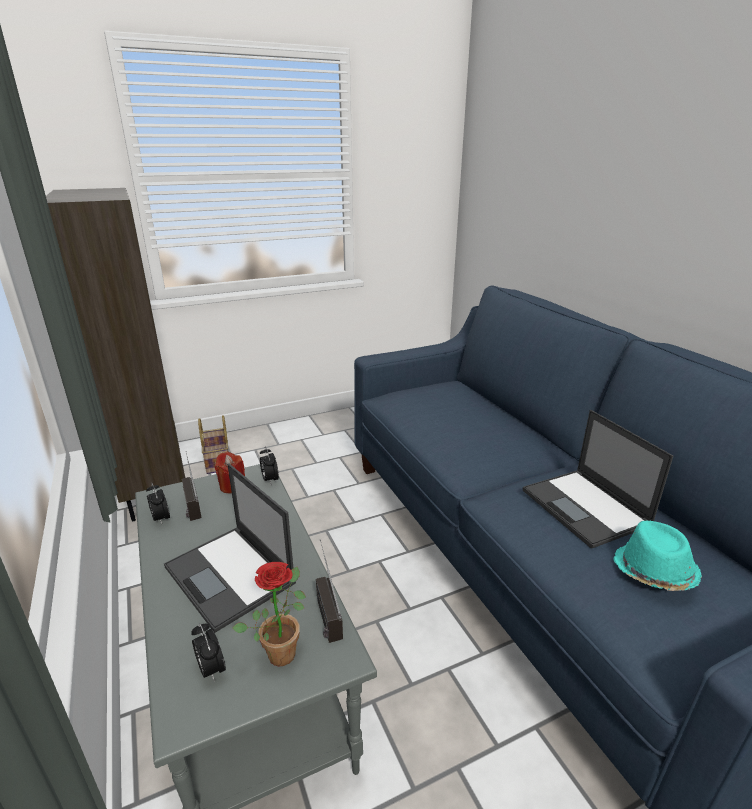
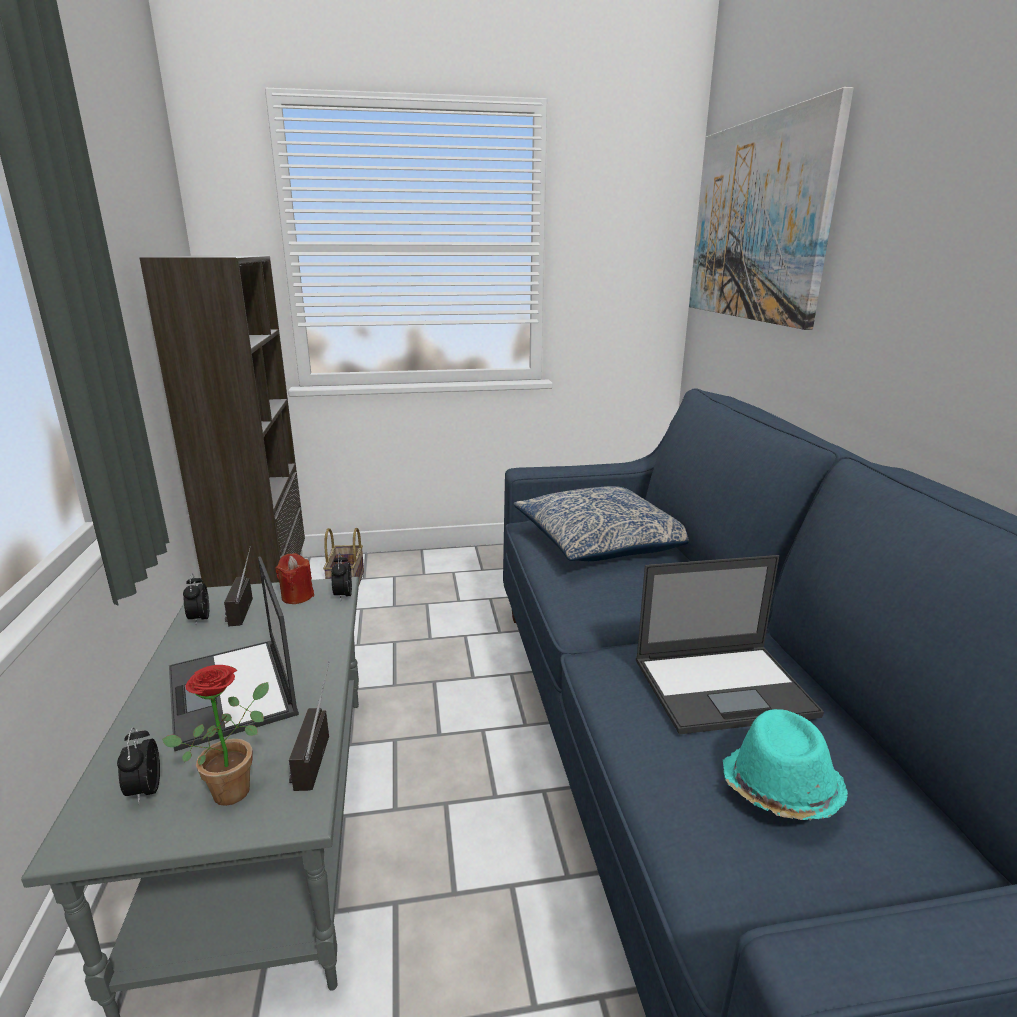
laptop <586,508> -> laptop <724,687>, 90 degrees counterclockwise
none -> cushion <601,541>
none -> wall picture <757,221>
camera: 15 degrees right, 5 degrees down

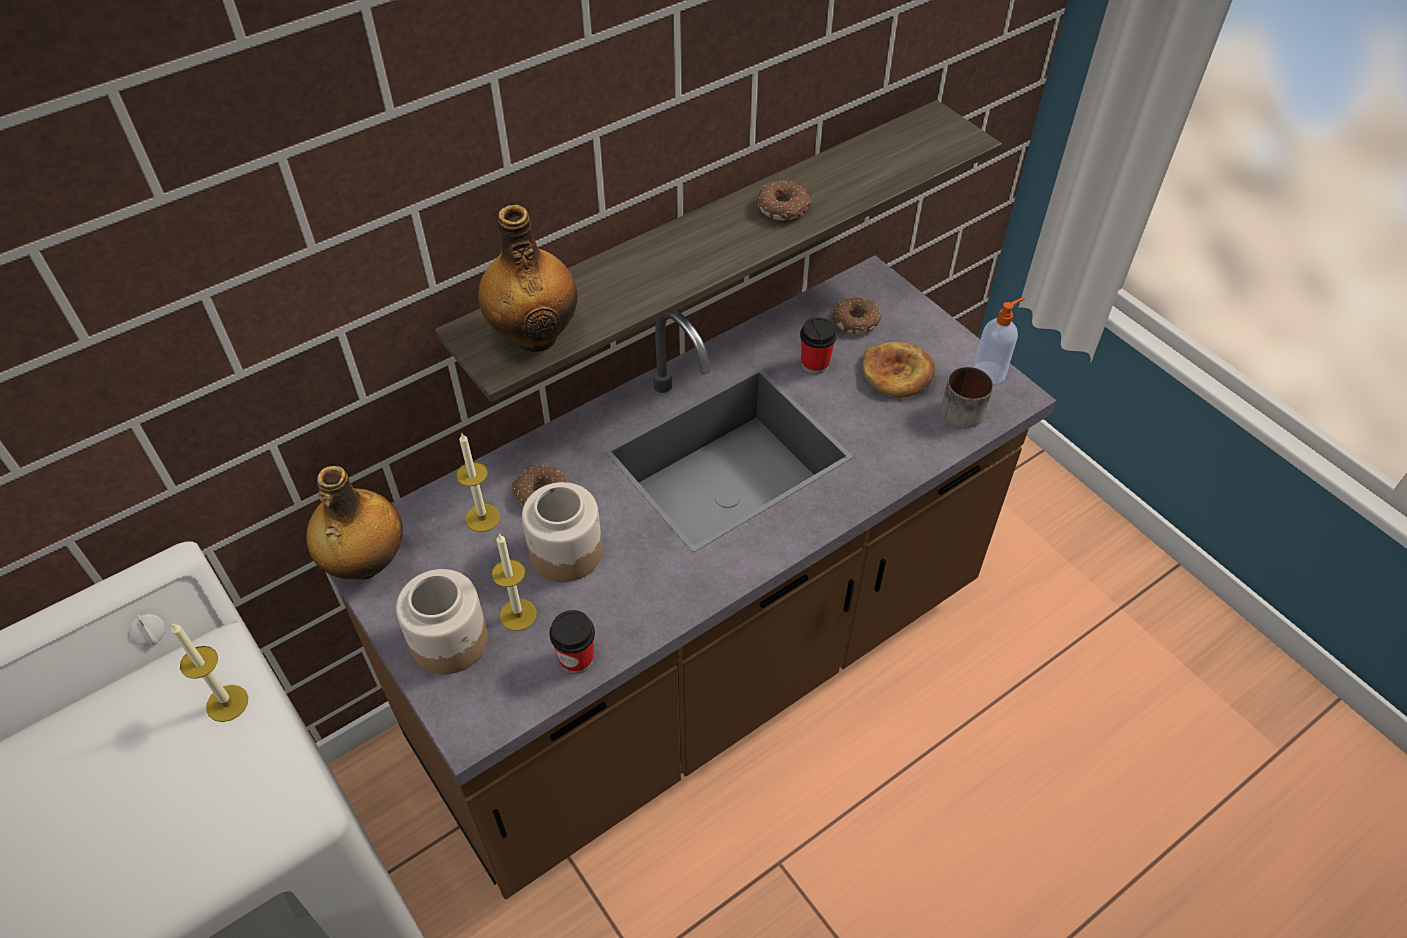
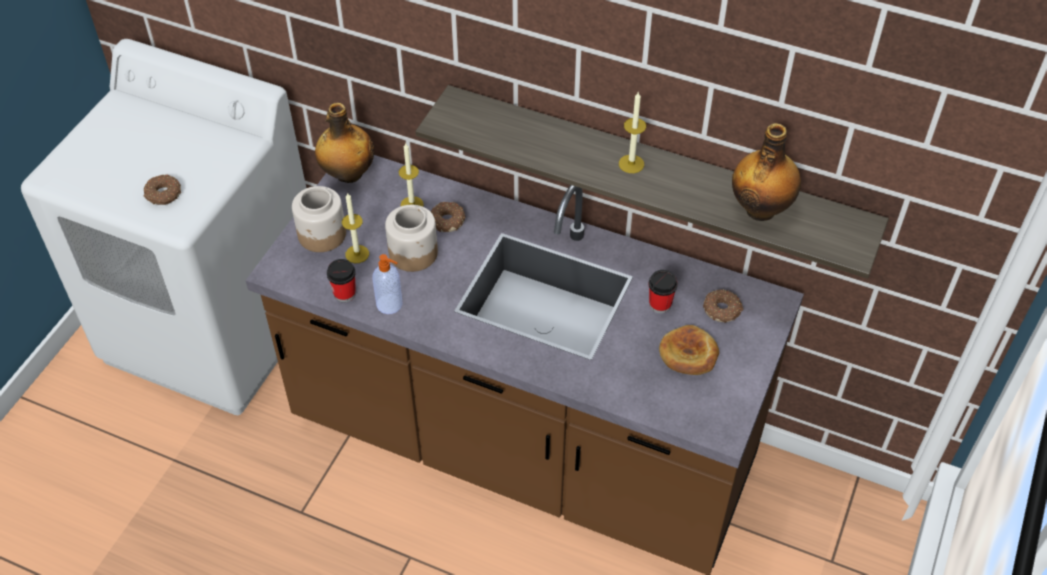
wax candle <227,703> -> wax candle <631,164>, relocated
bottle <535,335> -> bottle <761,208>, relocated
doughnut <783,208> -> doughnut <163,195>, relocated
tea mug <959,407> -> none
soap bottle <990,372> -> soap bottle <390,304>, relocated
camera: 60 degrees right, 0 degrees up

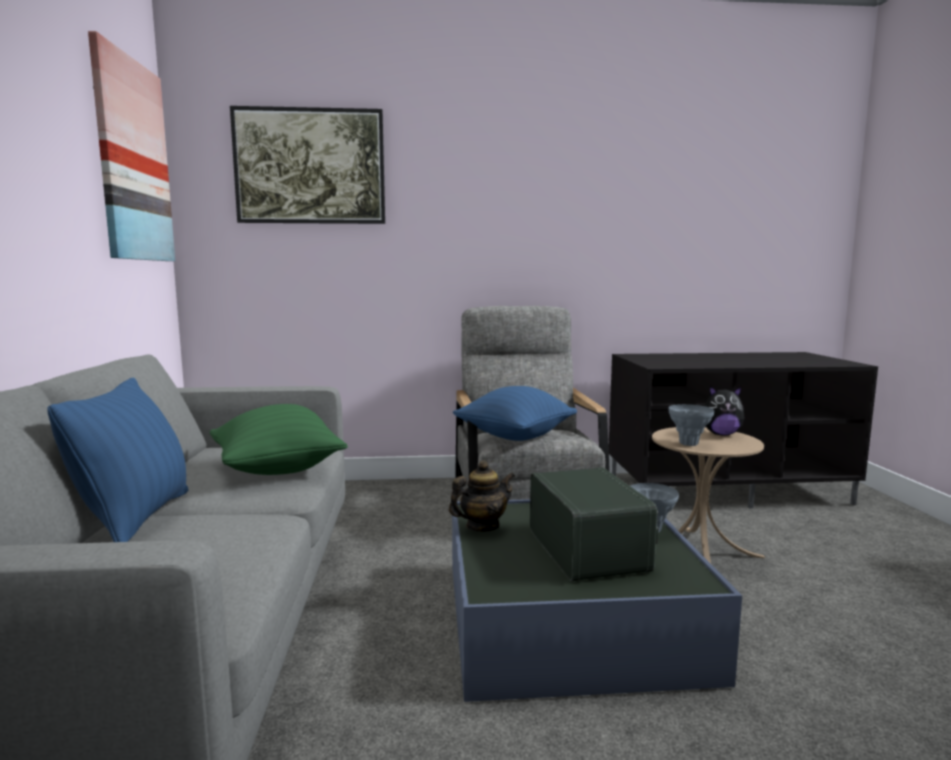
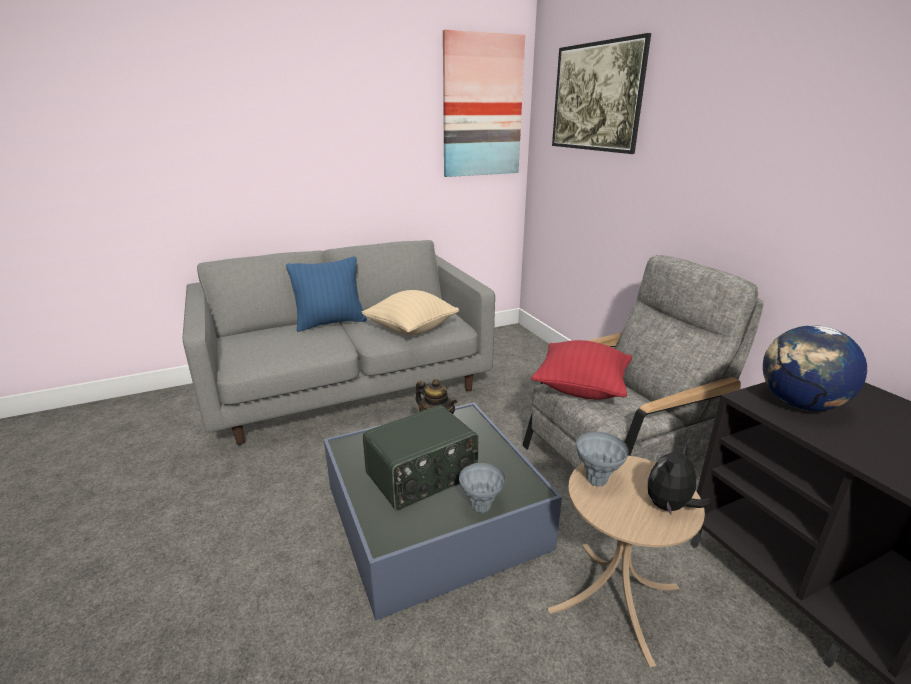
cushion/greenish <277,470> -> cushion/beige <411,329>
cushion/blue <515,436> -> cushion/red-coloured <581,388>
soft toy <721,434> -> soft toy <670,506>, 60 degrees clockwise
none -> world globe <800,404>
camera: 70 degrees right, 15 degrees up

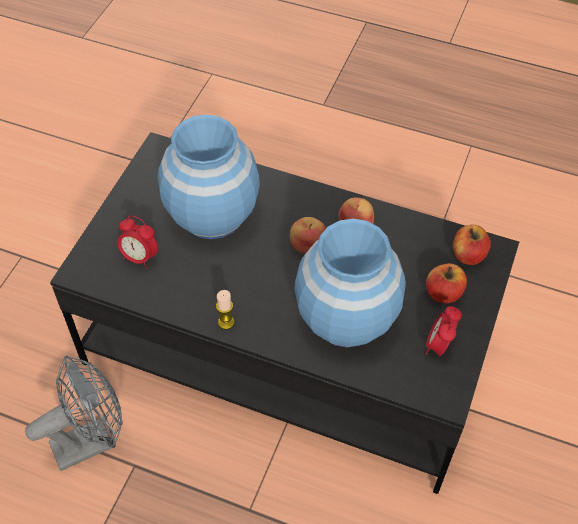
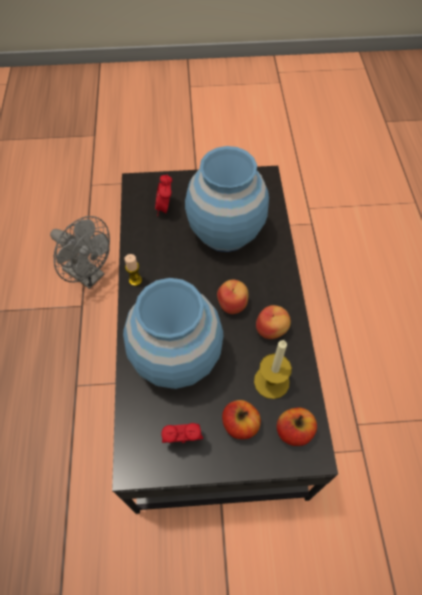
none -> wax candle <271,381>
camera: 65 degrees right, 5 degrees up

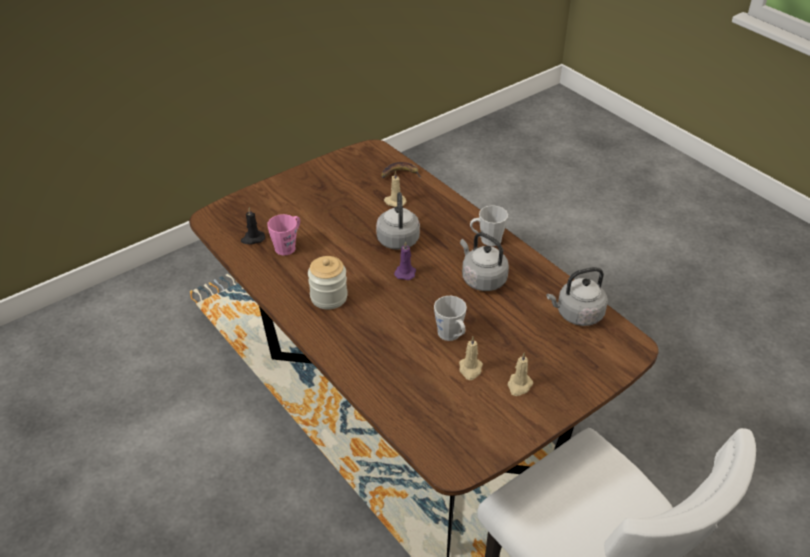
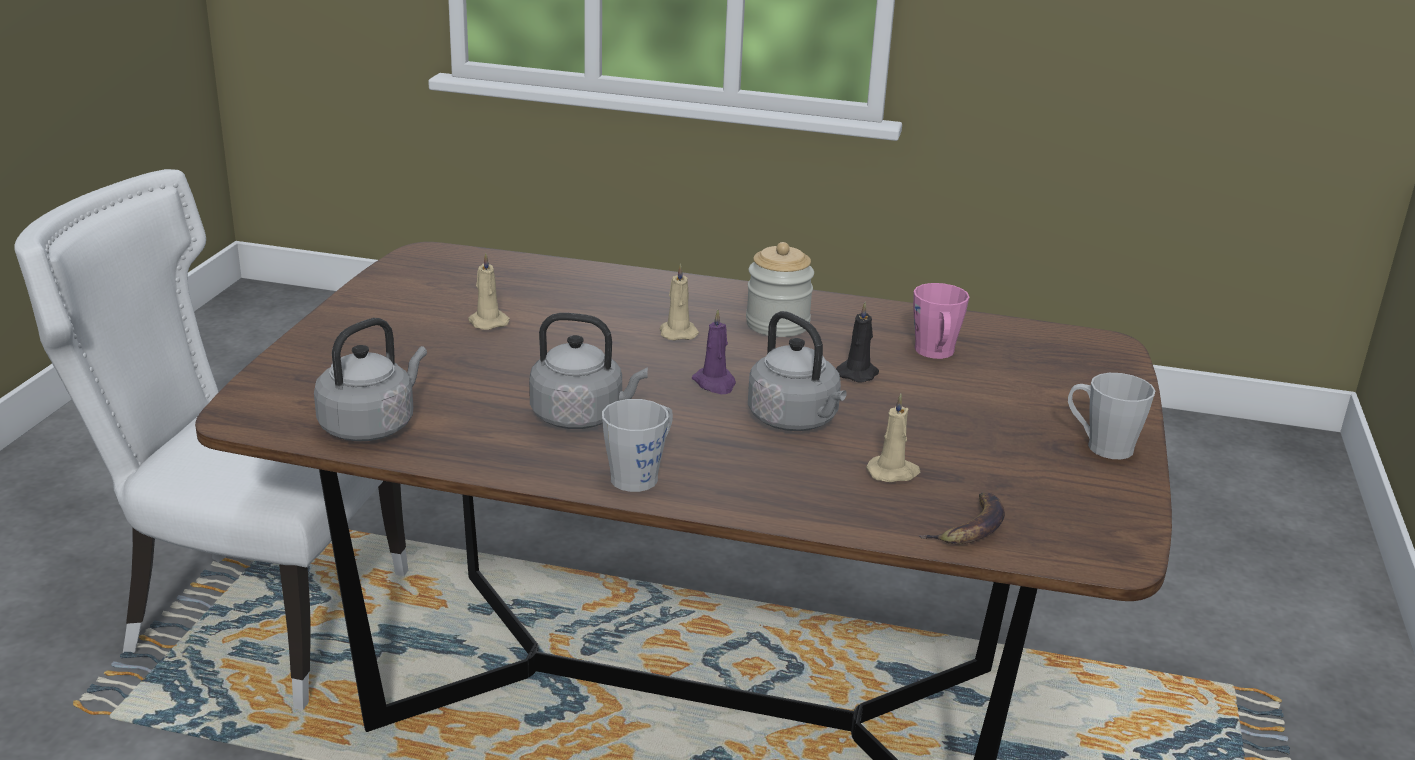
wax candle/blackish <252,239> -> wax candle/blackish <858,373>, relocated
tea mug/gray <451,335> -> tea mug/gray <1101,446>, relocated
wax candle/beige <519,385> -> wax candle/beige <677,332>, relocated
camera: 140 degrees right, 15 degrees down

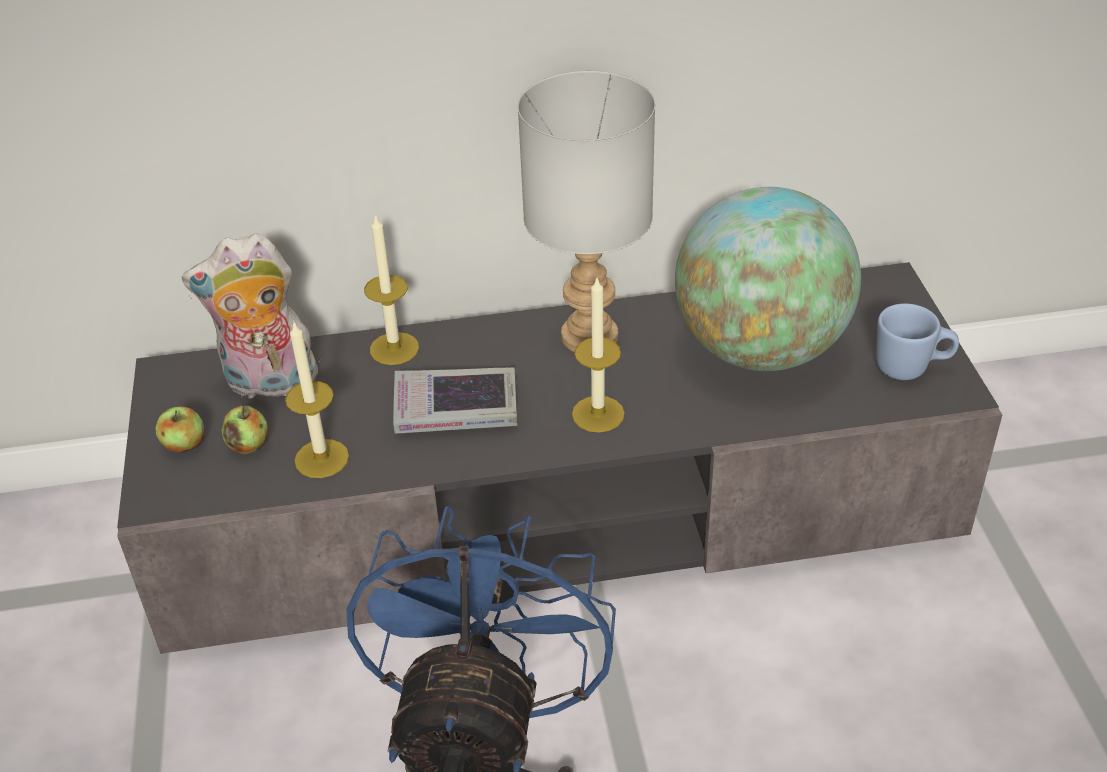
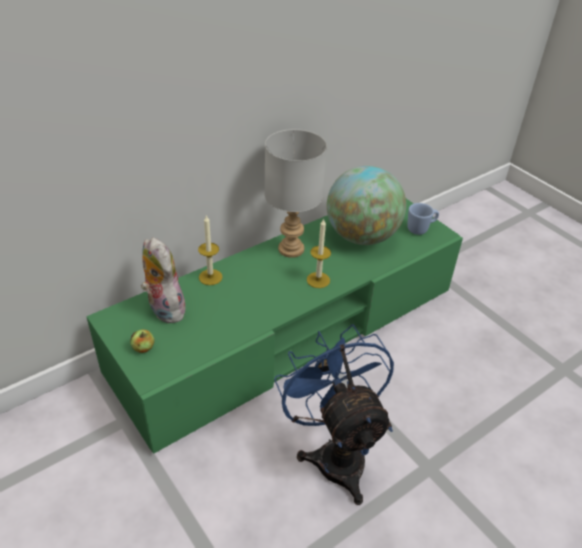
tv stand/gray <558,511> -> tv stand/greenish <288,331>
soft toy <269,384> -> soft toy <163,309>, 90 degrees clockwise
apple <248,445> -> none
wax candle <321,458> -> none
bound book <456,409> -> none
camera: 30 degrees left, 0 degrees up

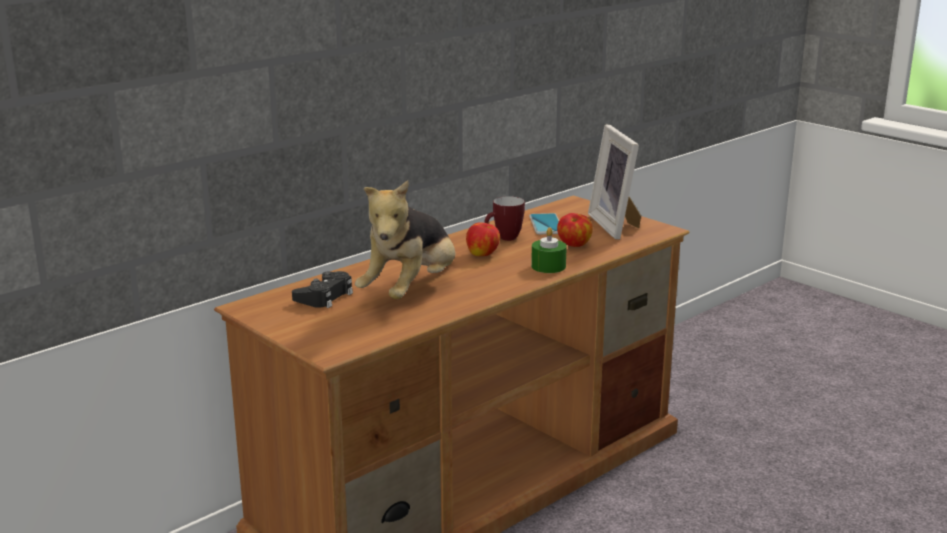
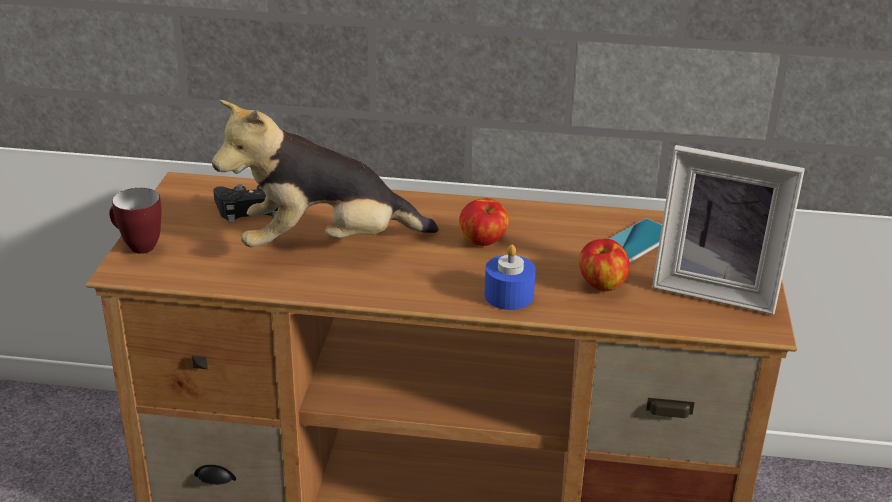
tea mug <504,239> -> tea mug <137,246>, relocated
wax candle/greenish <548,266> -> wax candle/blue <509,295>
picture frame <617,225> -> picture frame <716,288>, 105 degrees counterclockwise
camera: 50 degrees right, 10 degrees up

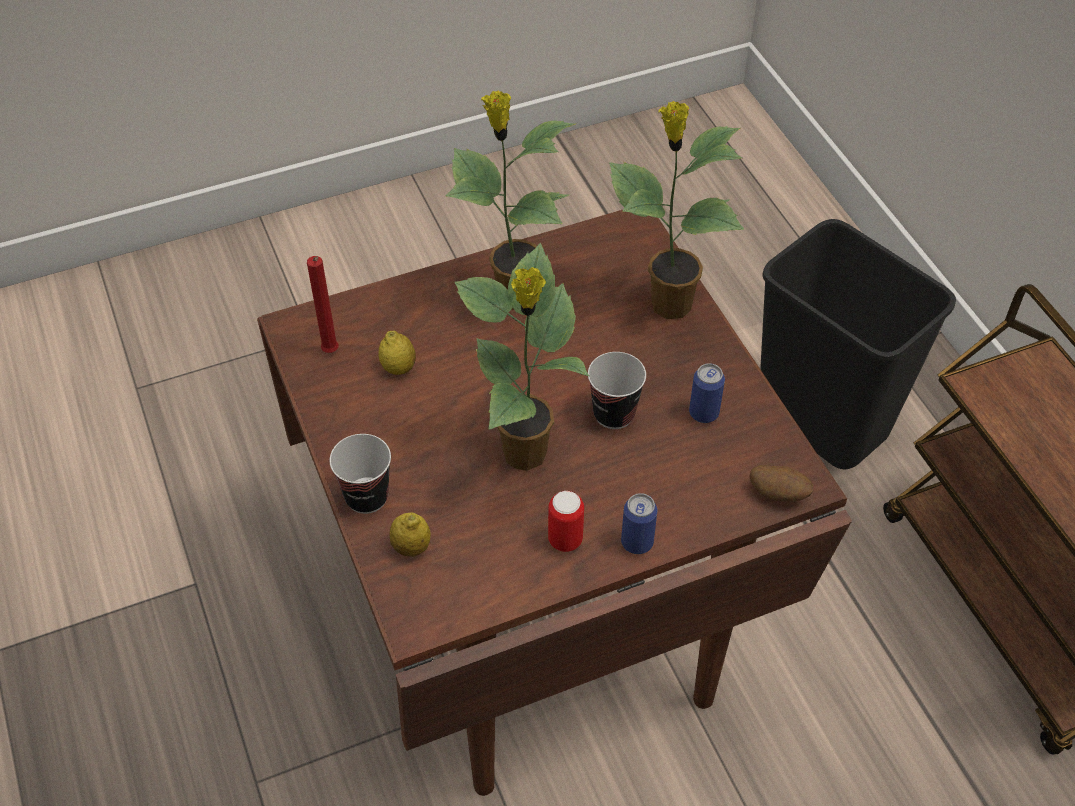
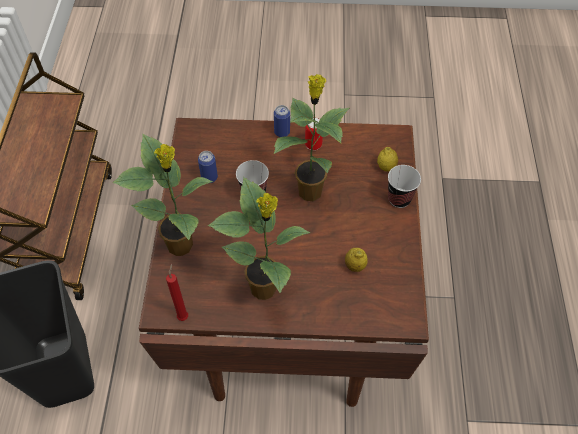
wax candle/red-coloured <331,353> -> wax candle/red-coloured <183,316>, relocated
whole potato <778,494> -> none
camera: 155 degrees left, 5 degrees up

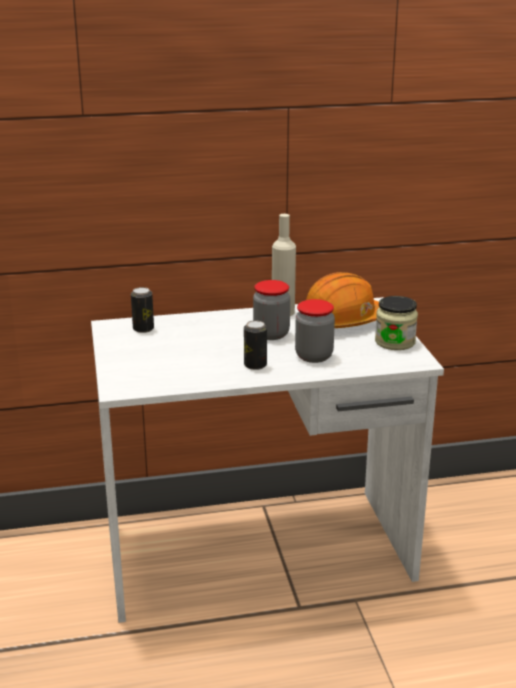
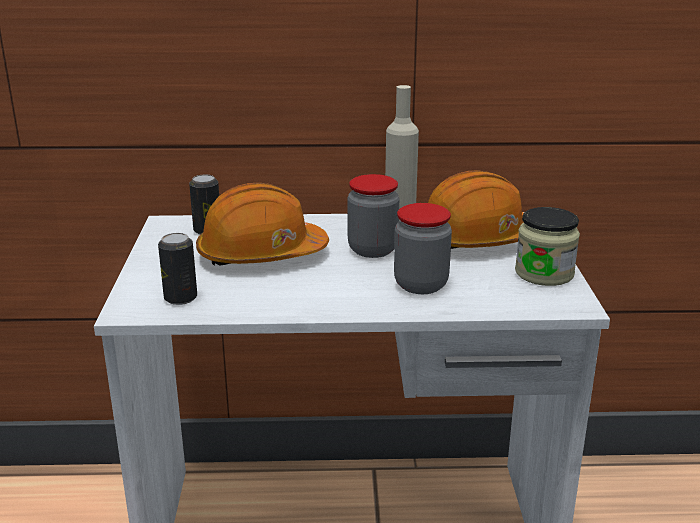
can <255,365> -> can <180,298>, relocated
none -> safety helmet/orange <261,255>
camera: 10 degrees right, 0 degrees up

